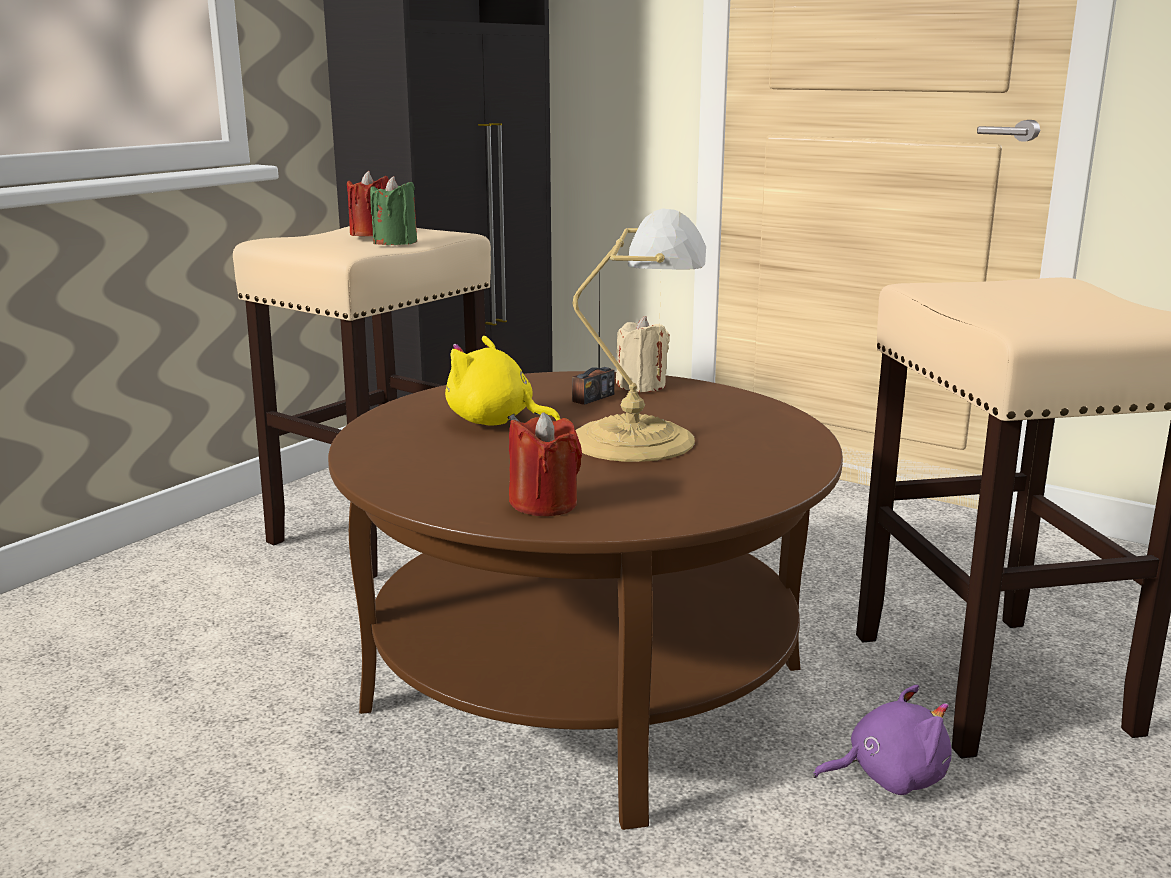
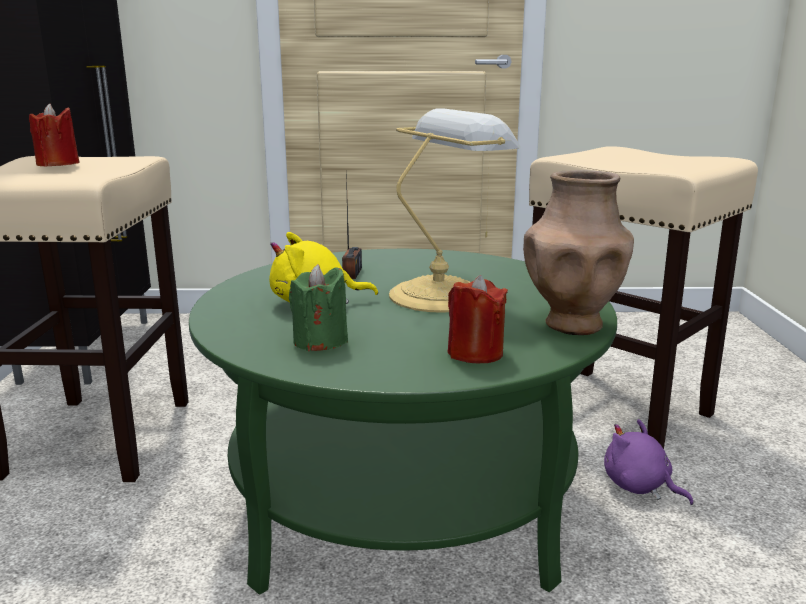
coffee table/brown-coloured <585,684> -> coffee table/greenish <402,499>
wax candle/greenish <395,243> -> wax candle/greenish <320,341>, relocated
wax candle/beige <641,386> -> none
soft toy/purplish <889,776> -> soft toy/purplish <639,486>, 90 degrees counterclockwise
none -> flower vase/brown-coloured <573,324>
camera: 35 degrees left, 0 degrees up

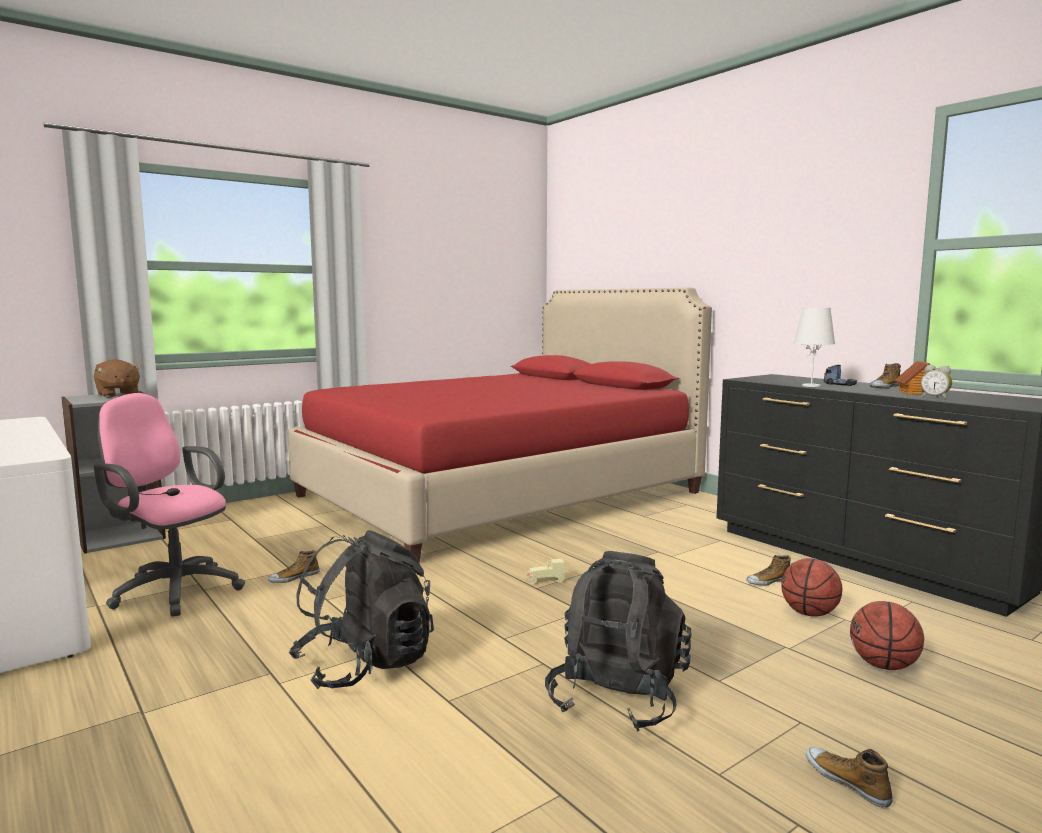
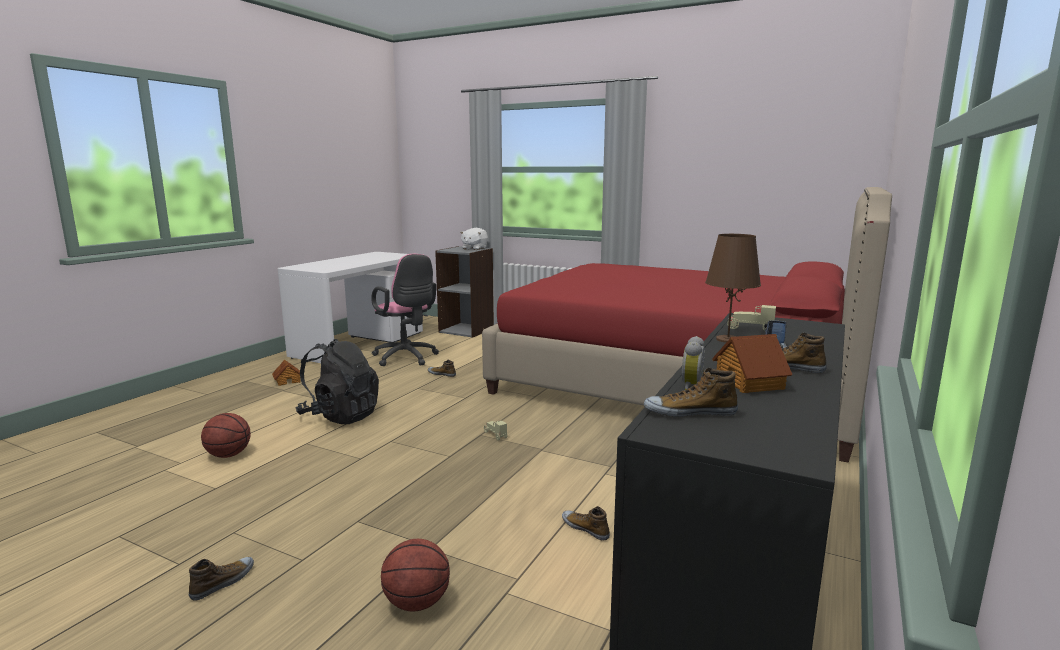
soft toy/brown-coloured <117,394> -> soft toy/white <474,248>
computer chair/pink-coloured <173,590> -> computer chair/pink-coloured <407,358>, 135 degrees clockwise
backpack/blackish <618,697> -> none
ball for basketball <809,613> -> ball for basketball <228,455>, relocated
tabletop lamp/white <811,386> -> tabletop lamp/brown-coloured <728,339>
none -> miniature house <288,381>
none -> low shoe <689,412>
none -> miniature car/beige <750,329>
camera: 65 degrees right, 5 degrees up

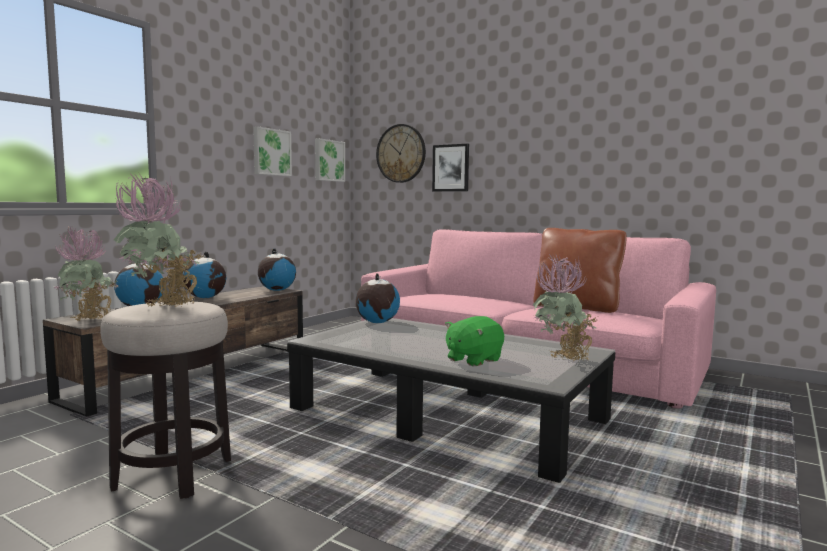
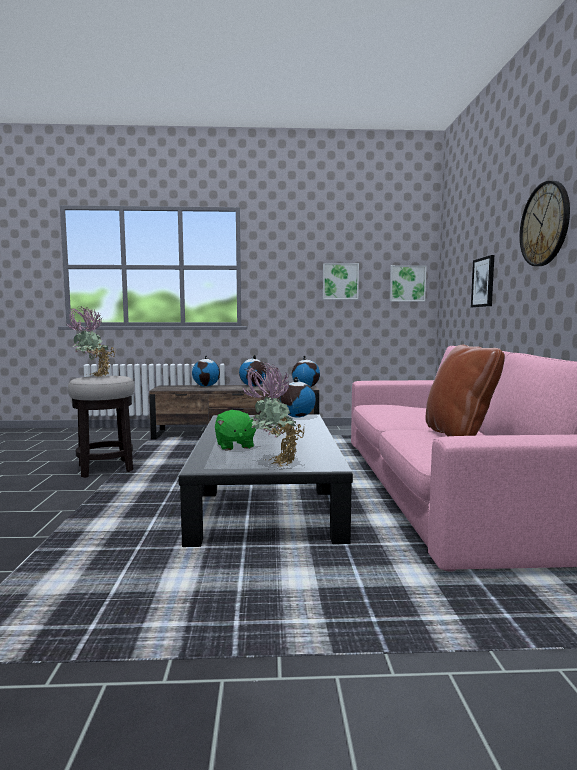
plant in a pot <90,321> -> none
hanging clock <401,153> -> hanging clock <544,224>, relocated
soft toy/greenish <473,360> -> soft toy/greenish <234,446>, 120 degrees counterclockwise
camera: 55 degrees right, 0 degrees up

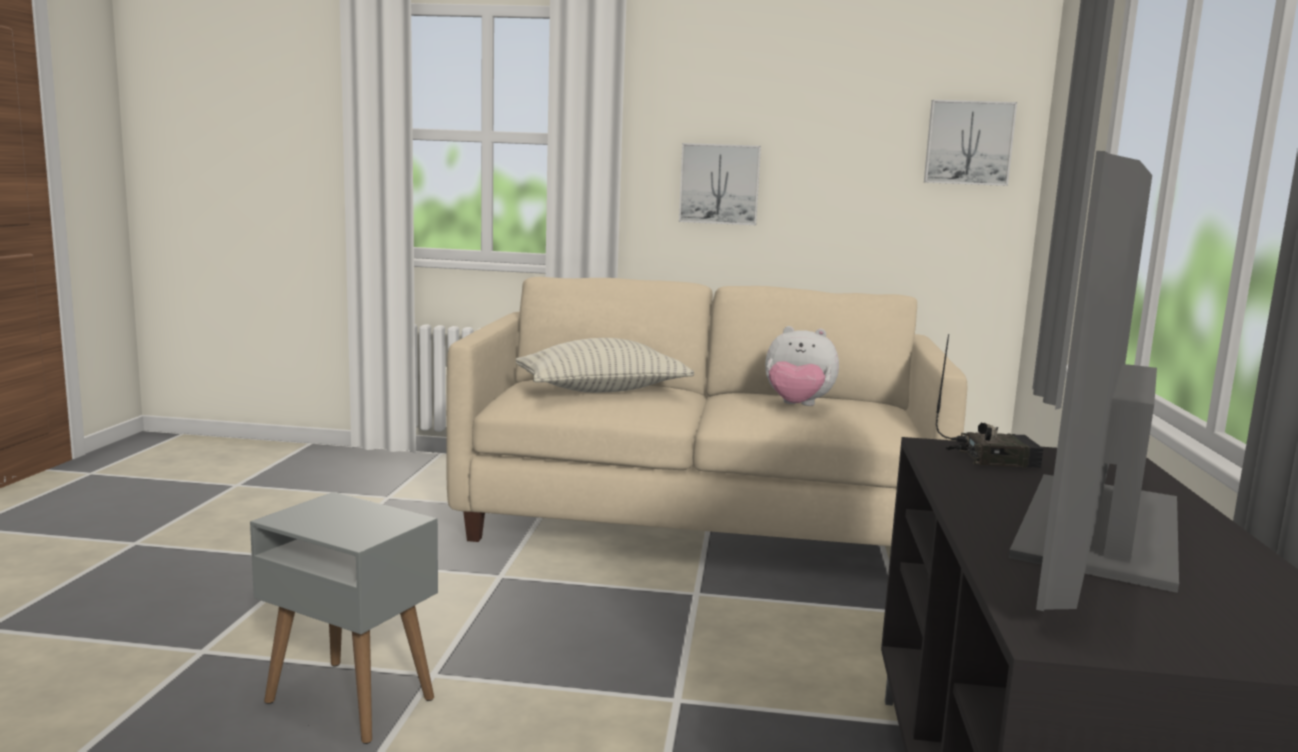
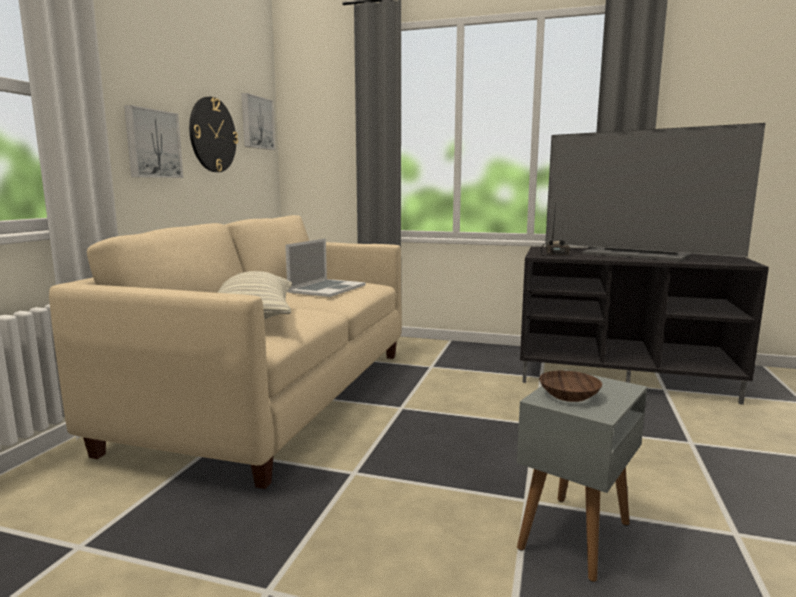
soft toy <797,406> -> laptop <327,288>
none -> hanging clock <212,135>
none -> serving bowl/brown-coloured <570,396>
camera: 80 degrees left, 0 degrees up

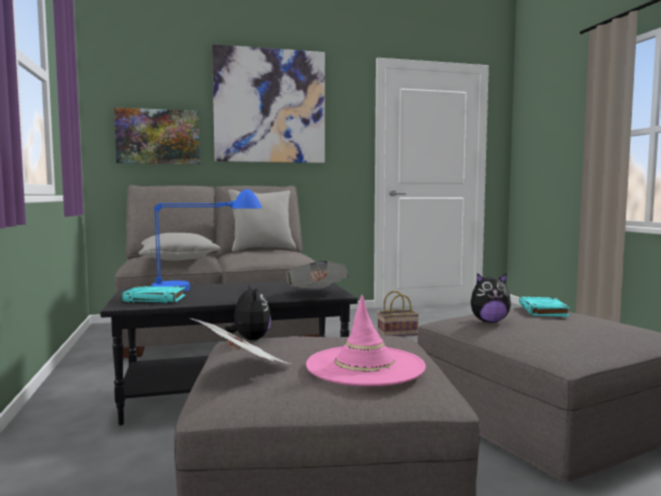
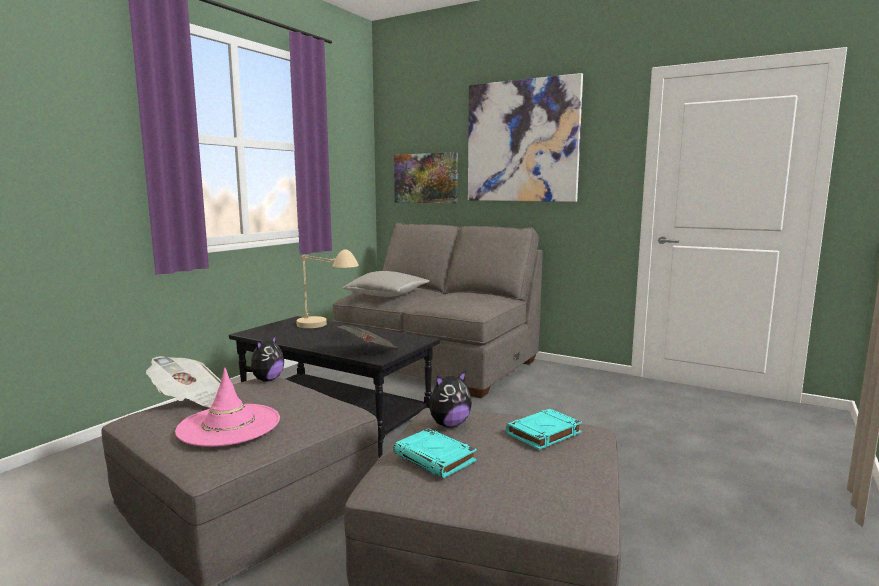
bound book/turquoise-coloured <155,299> -> bound book/turquoise-coloured <435,458>, relocated
tabletop lamp/blue <203,289> -> tabletop lamp/beige <326,329>
cushion/gray <262,250> -> none
basket <398,333> -> none
soft toy <489,321> -> soft toy <449,424>, 75 degrees counterclockwise
camera: 45 degrees right, 5 degrees up

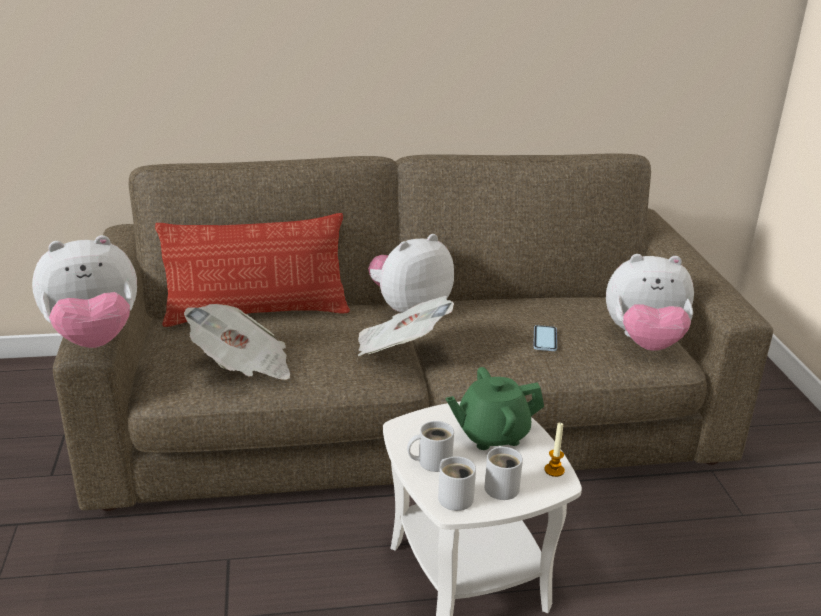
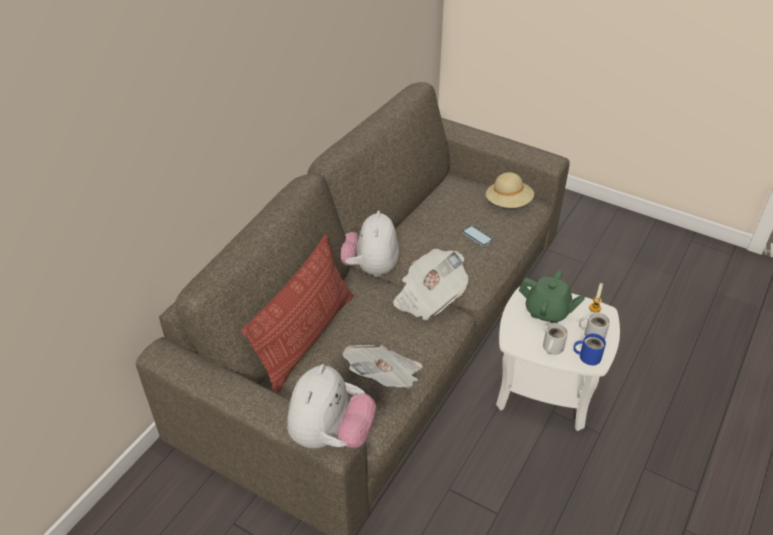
tea mug/white <455,496> -> tea mug/blue <588,356>
tea pot/greenish <492,434> -> tea pot/greenish <547,311>, 90 degrees counterclockwise
soft toy <644,342> -> hat/beige <508,203>
camera: 50 degrees left, 15 degrees up

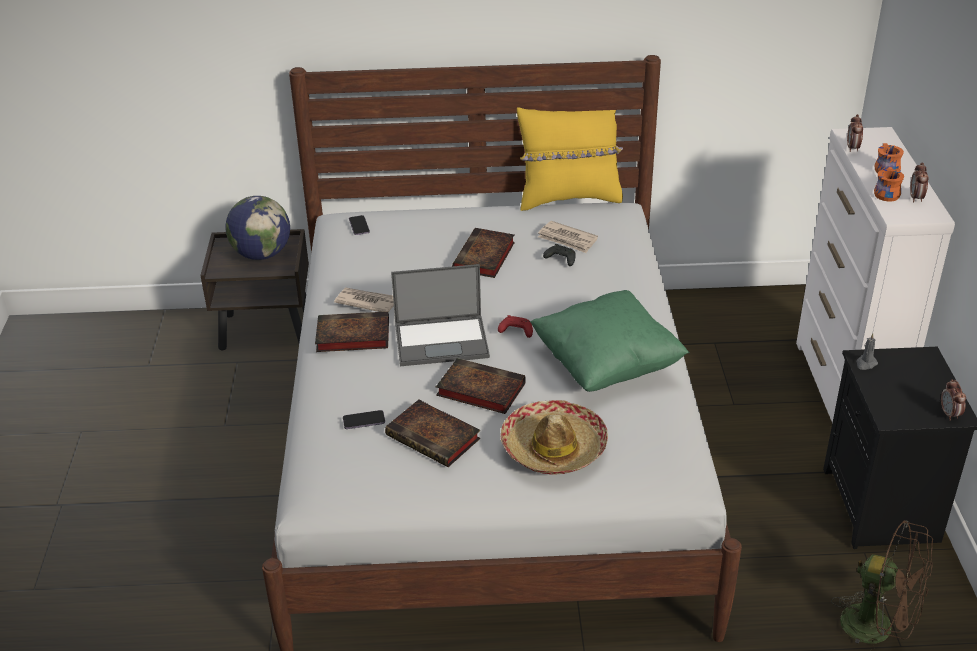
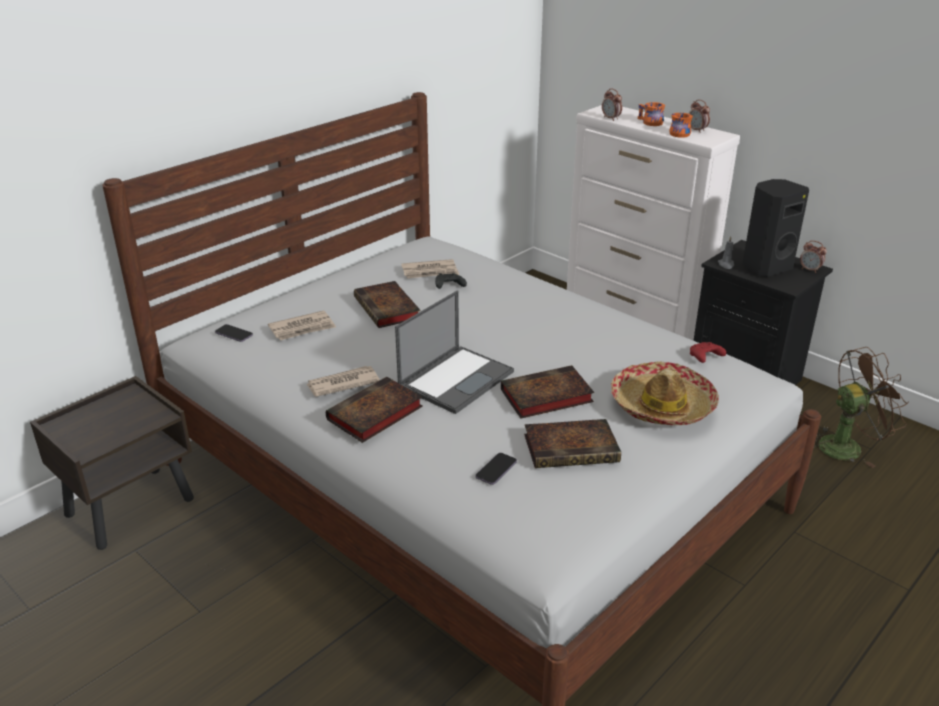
world globe <262,254> -> none
gamepad/red-coloured <515,331> -> gamepad/red-coloured <705,357>, relocated
cushion/yellow <569,198> -> none
cushion/greenish <607,365> -> none
none -> newspaper <303,328>
none -> loudspeaker/blackish <765,267>
camera: 45 degrees left, 5 degrees down

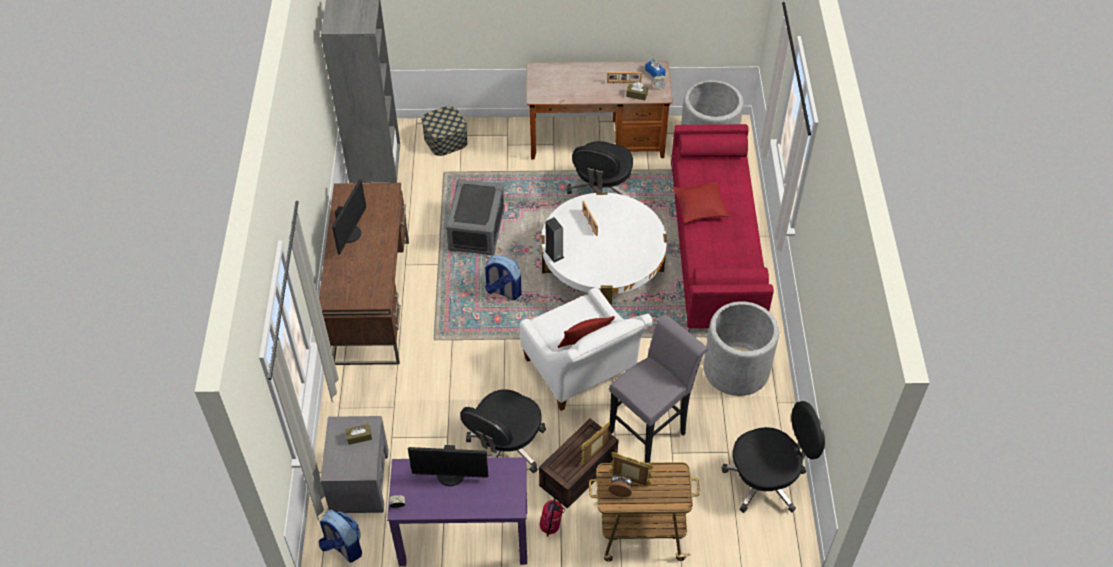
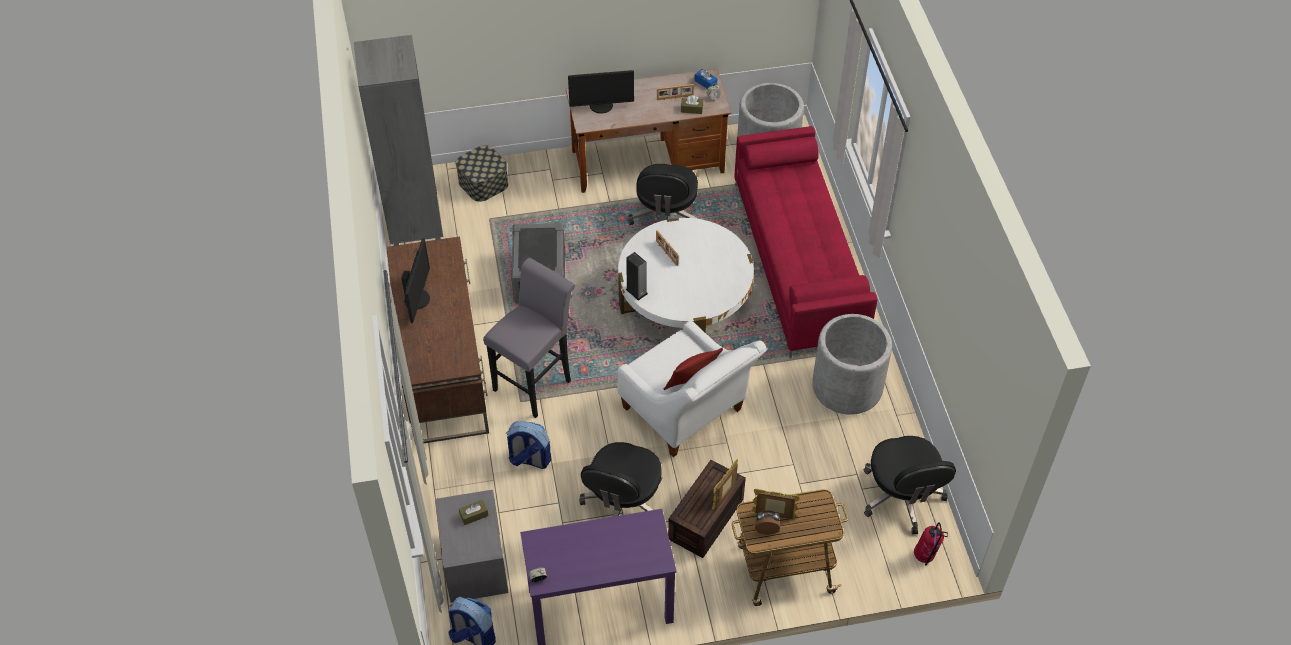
computer display <450,475> -> computer display <601,106>, relocated
backpack <503,291> -> backpack <529,459>, relocated
fire extinguisher <551,528> -> fire extinguisher <925,557>, relocated
sitting stool/gray <651,429> -> sitting stool/gray <536,382>, relocated
cushion/red-coloured <700,207> -> none
computer chair/blackish <766,481> -> computer chair/blackish <902,497>, 105 degrees clockwise
camera: 10 degrees left, 0 degrees up

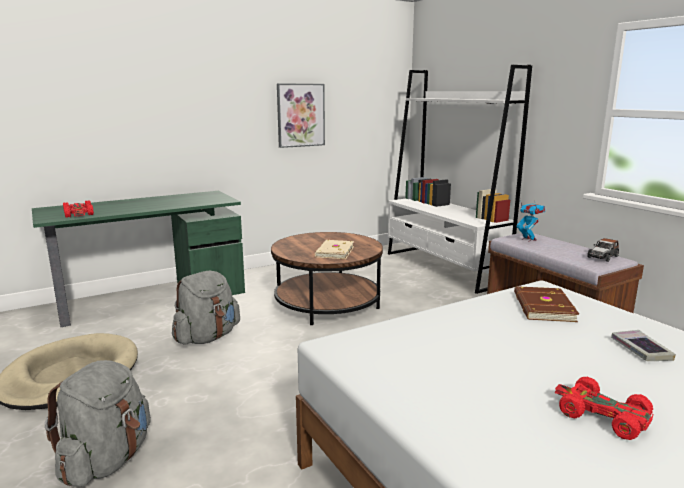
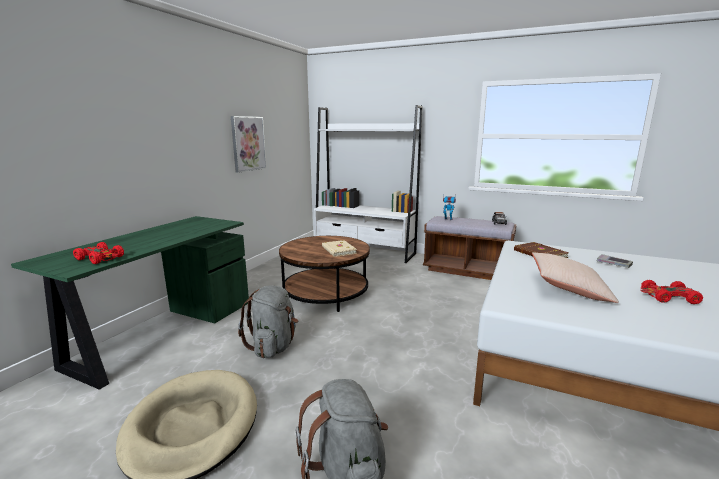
none -> cushion/beige <568,288>
camera: 35 degrees left, 0 degrees up

